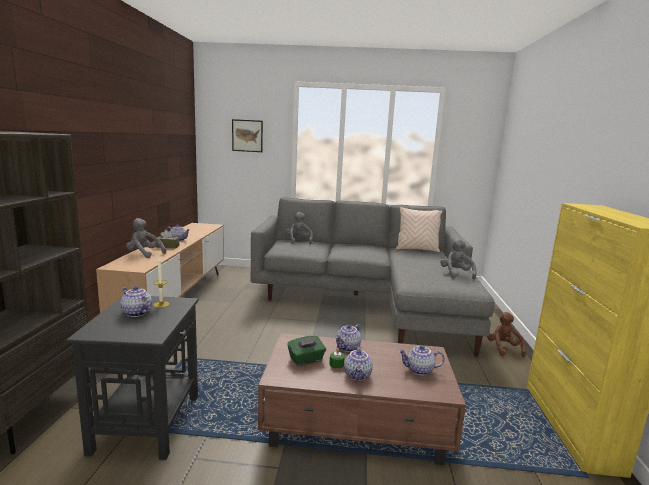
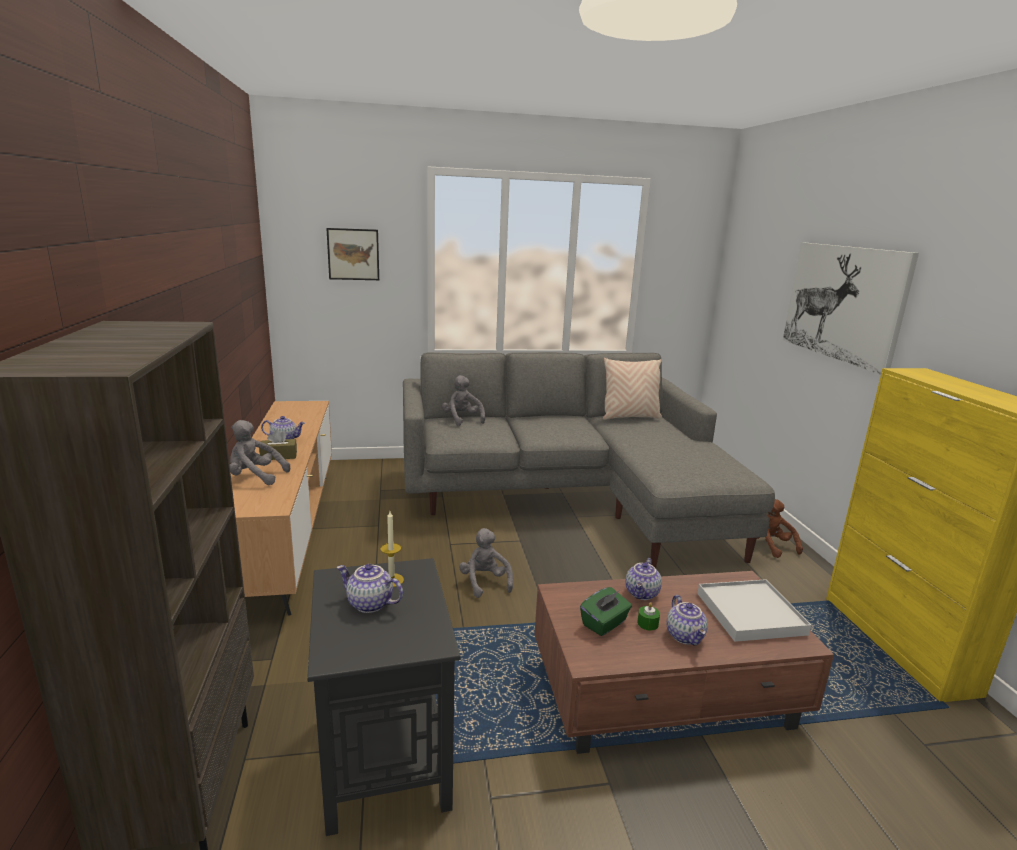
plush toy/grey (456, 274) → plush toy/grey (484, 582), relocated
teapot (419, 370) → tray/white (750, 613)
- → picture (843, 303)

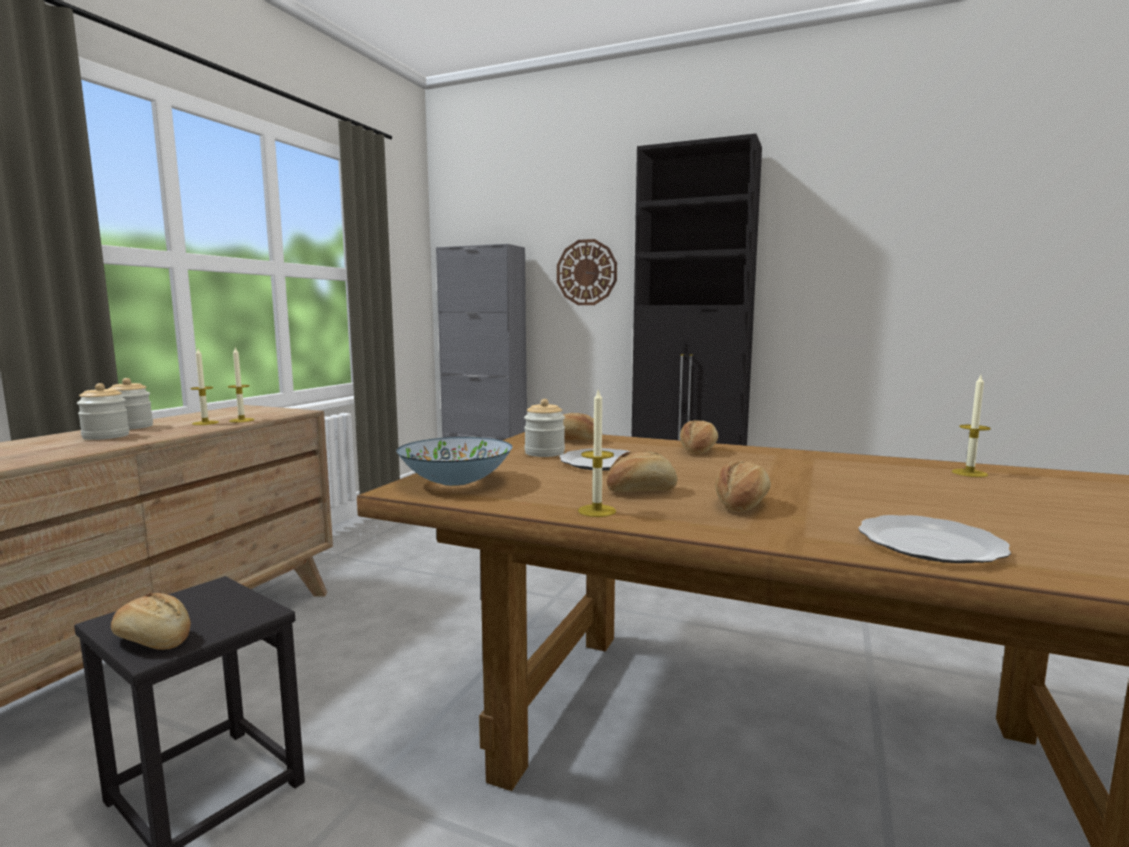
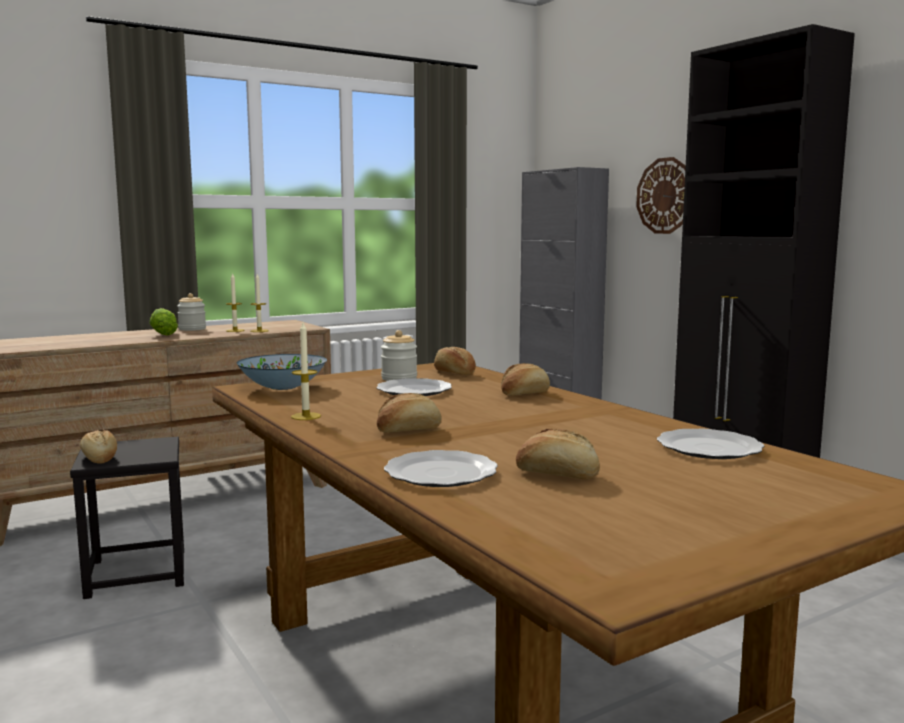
candle (969, 473) → plate (709, 448)
jar (106, 436) → lettuce (165, 333)
bread (641, 490) → bread (557, 474), relocated

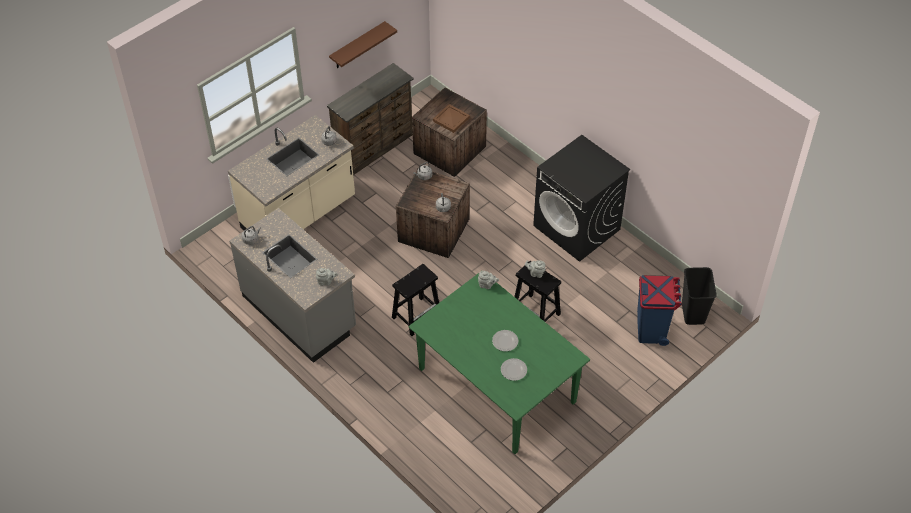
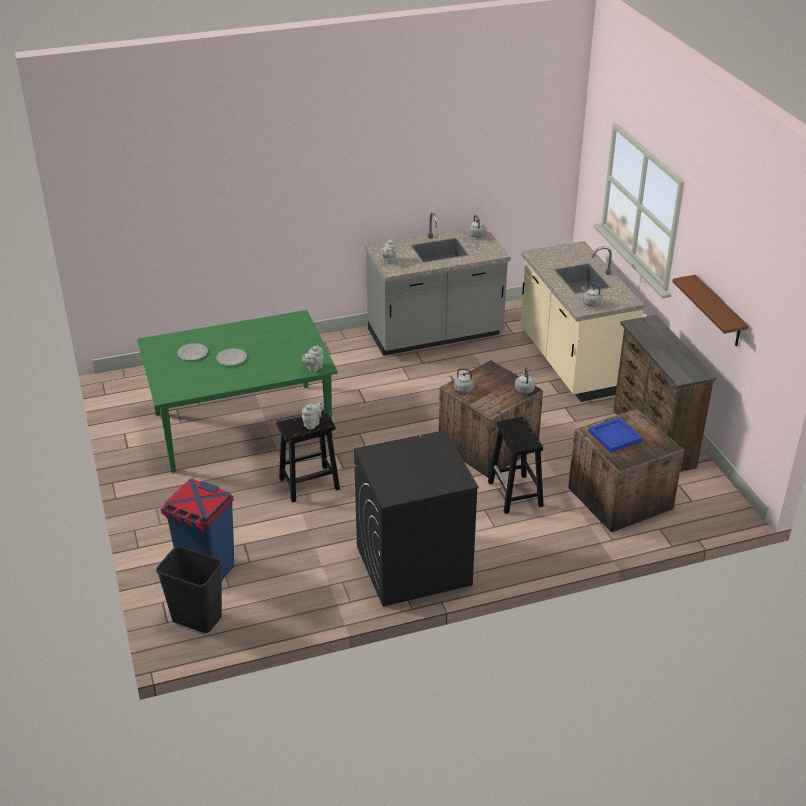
tray/brown (451, 119) → tray/blue (615, 437)
stool/black (417, 315) → stool/black (515, 494), relocated

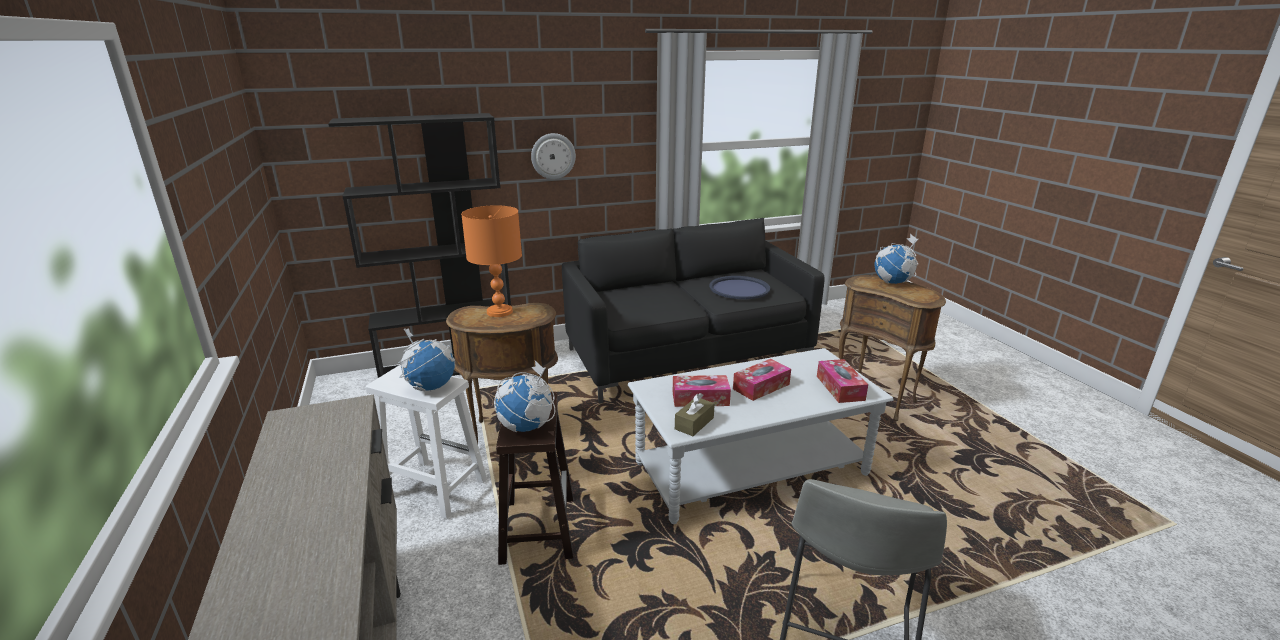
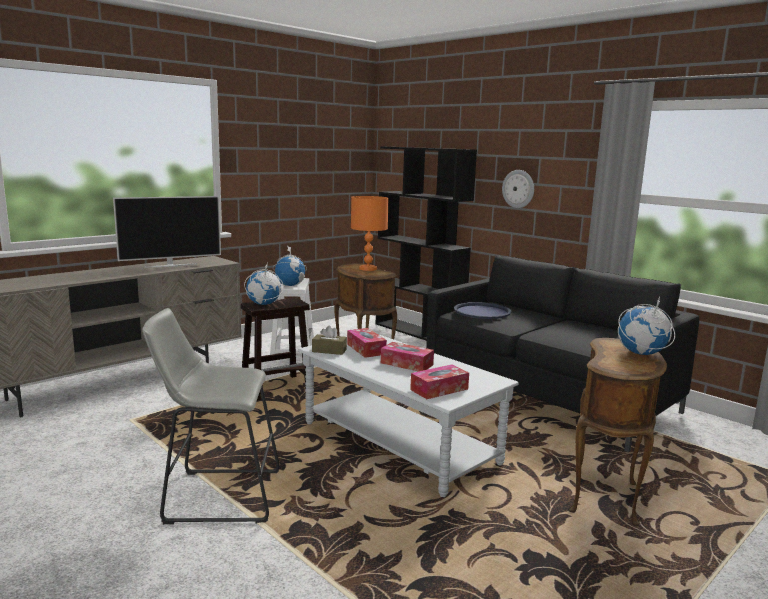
tray/blue (739, 288) → tray/blue (482, 311), relocated
- → television (171, 265)

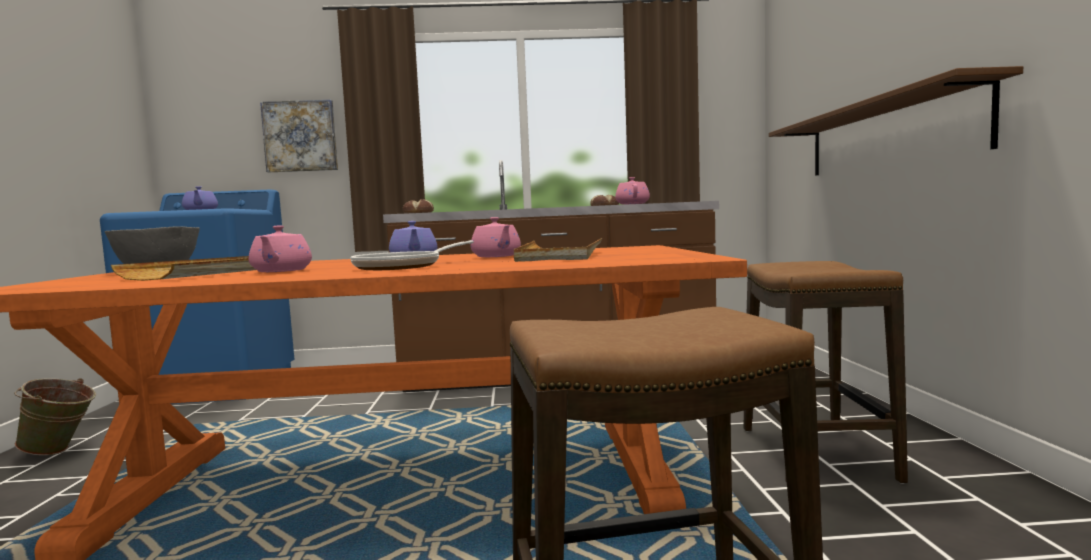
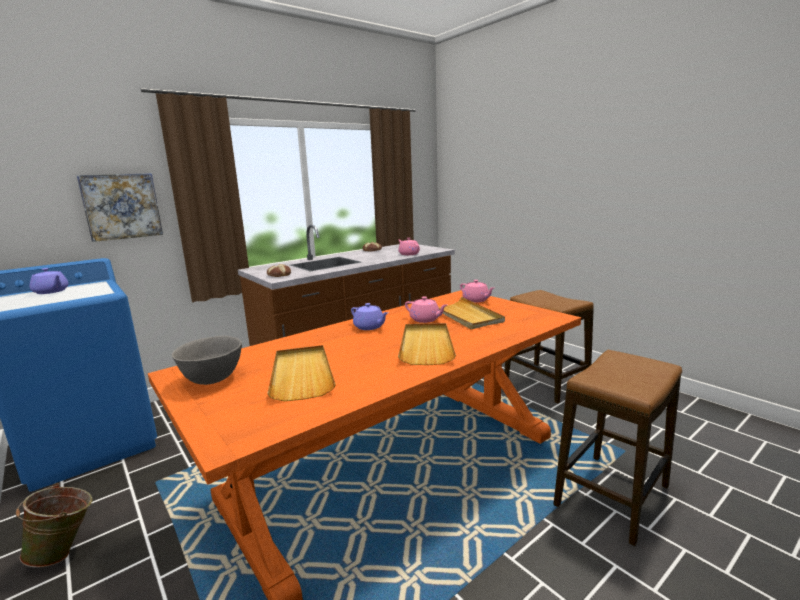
shelf/brown (886, 136) → -
teapot/pink (281, 271) → teapot/pink (476, 300), relocated
frying pan (404, 266) → tray/beige (426, 345)

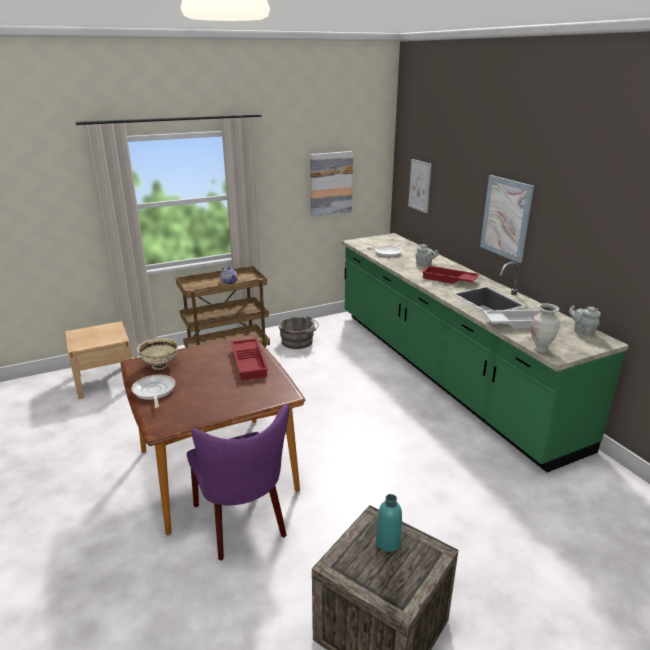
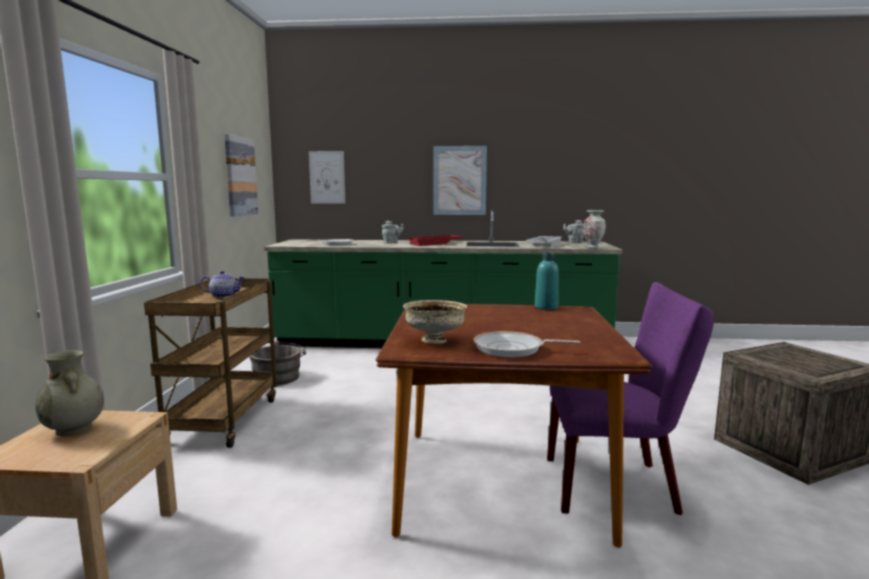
tray/red (250, 362) → -
bottle/turquoise (388, 542) → bottle/turquoise (546, 307), relocated
- → vase/beige (74, 429)

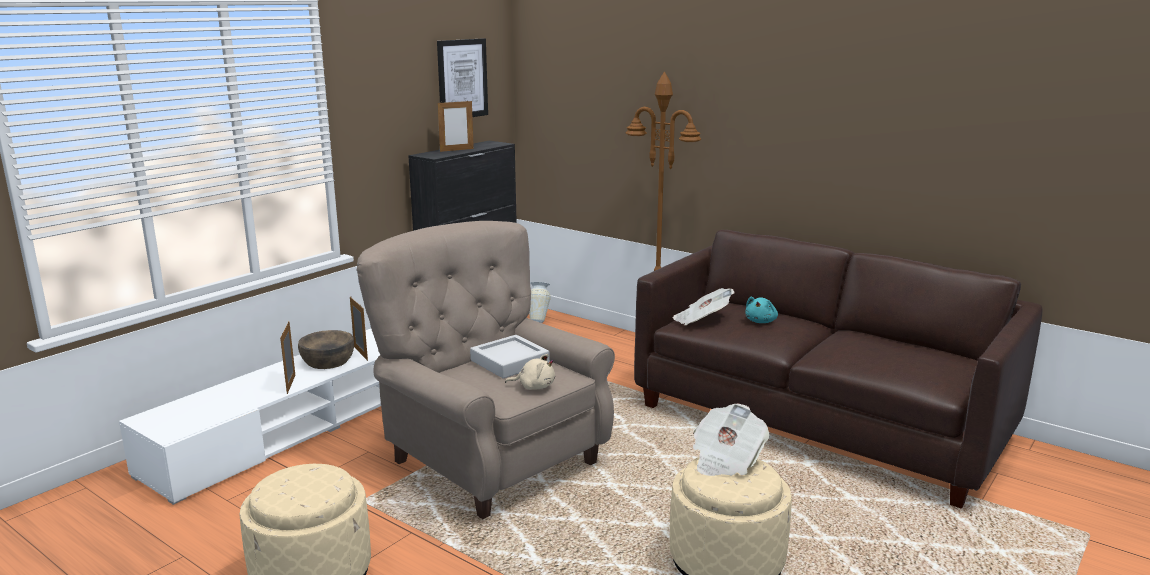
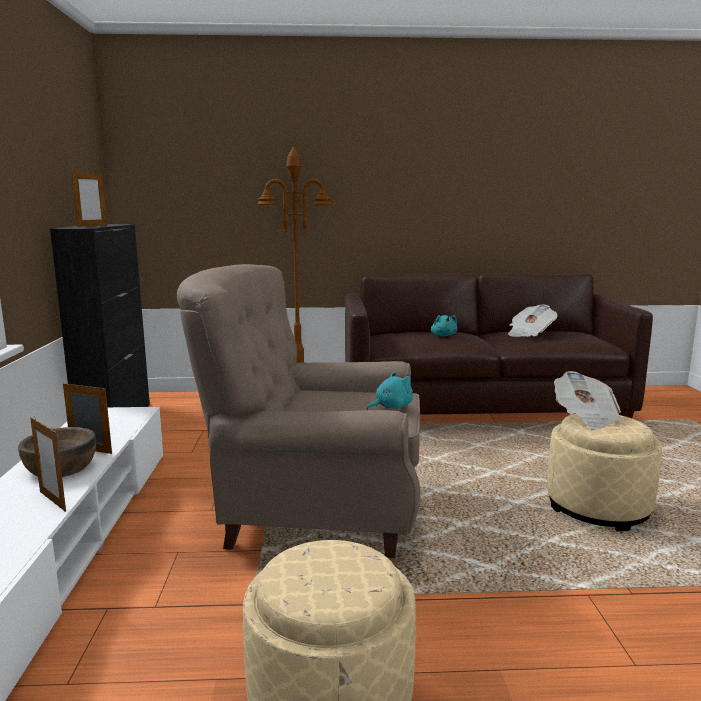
picture (462, 79) → -
vase (539, 320) → -
newspaper (701, 321) → newspaper (529, 334), relocated
tray/grey (509, 362) → -
plush toy/beige (534, 386) → plush toy/turquoise (391, 407)

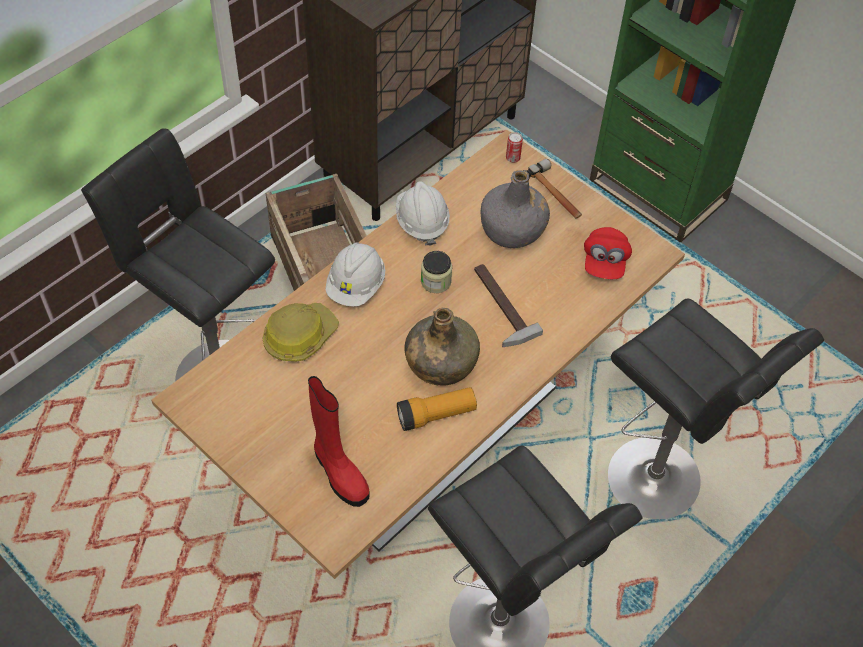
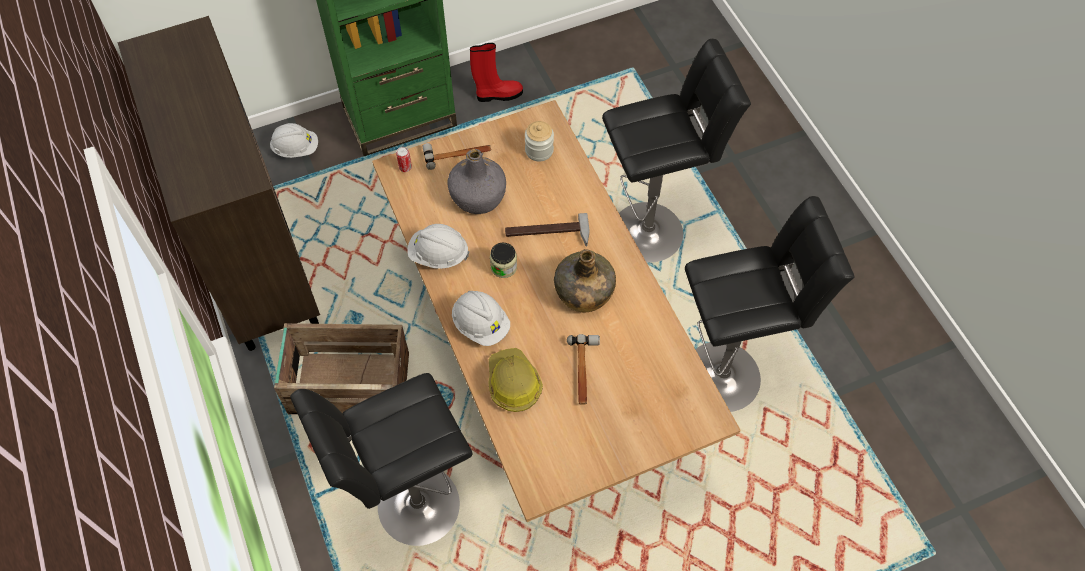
cap/red (604, 262) → jar (539, 150)
boot/red (339, 472) → boot/red (498, 95), relocated
flashlight (436, 415) → -
- → hard hat/white (296, 149)
- → hammer (583, 371)

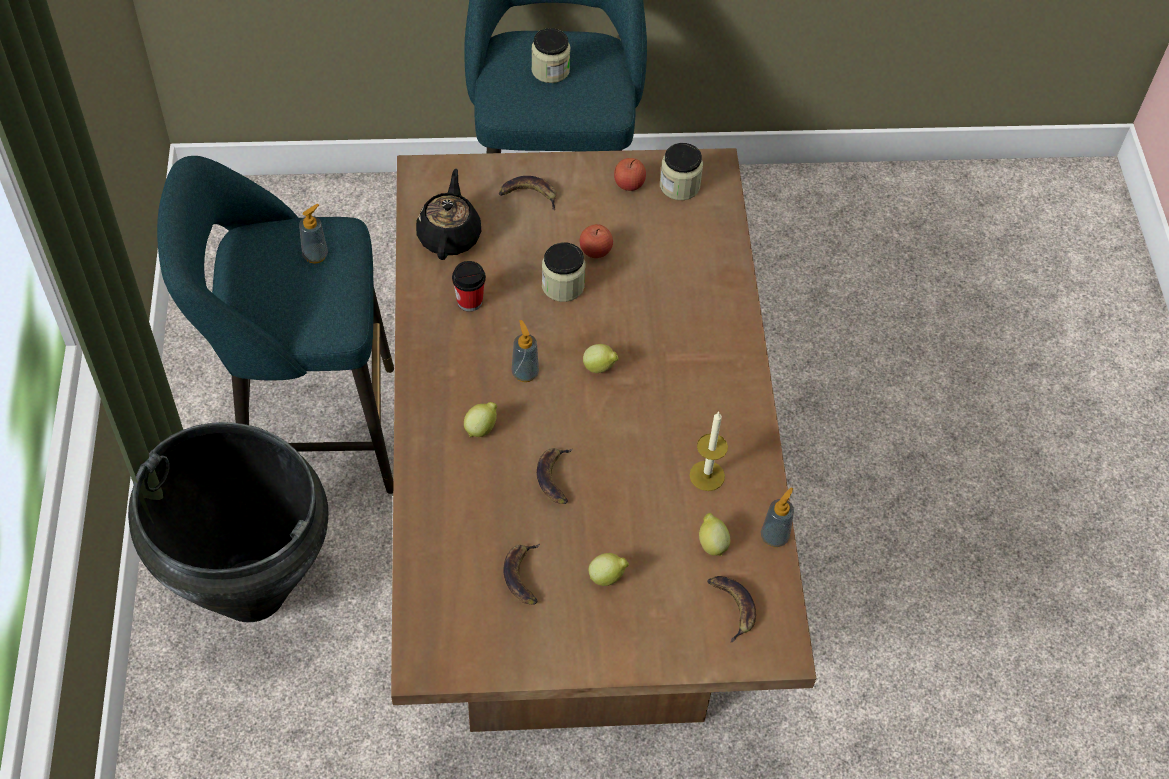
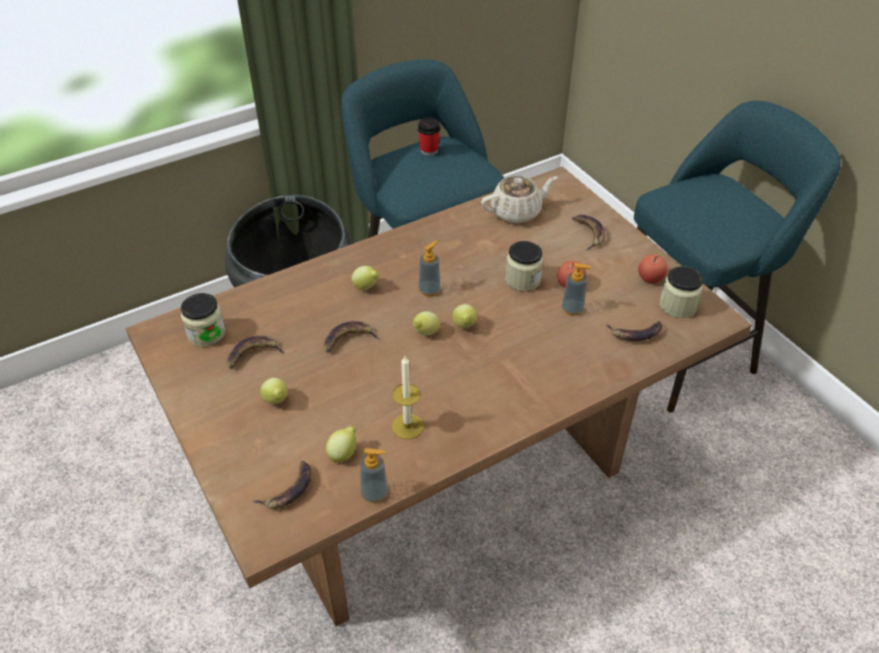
jar (550, 70) → jar (206, 333), relocated
teapot/black (449, 235) → teapot/beige (517, 212)
soap dispenser (315, 255) → soap dispenser (572, 309), relocated
cup (469, 301) → cup (429, 150), relocated
- → lemon (425, 333)
- → banana (636, 333)

